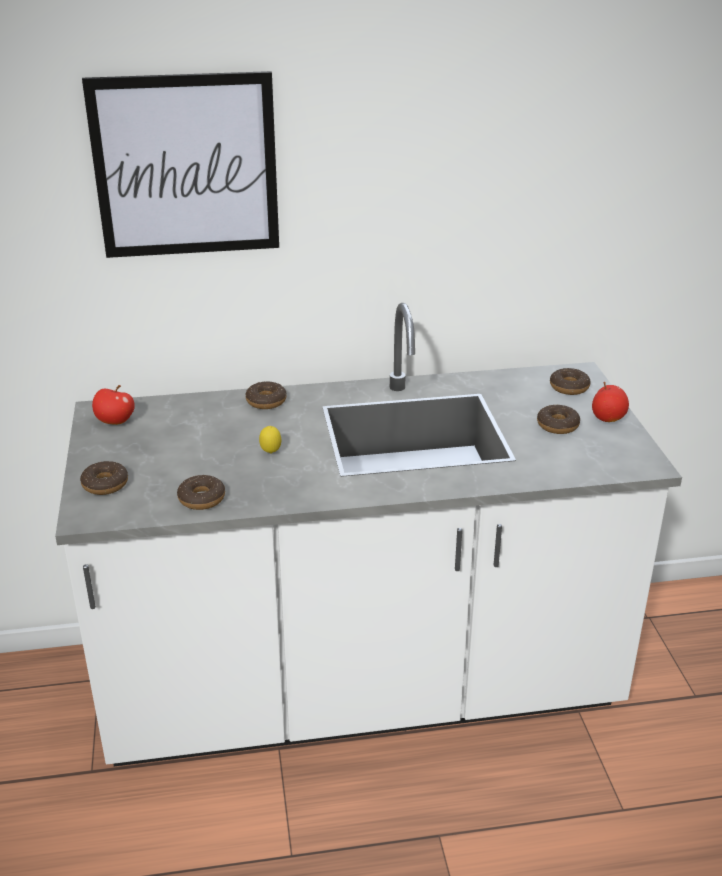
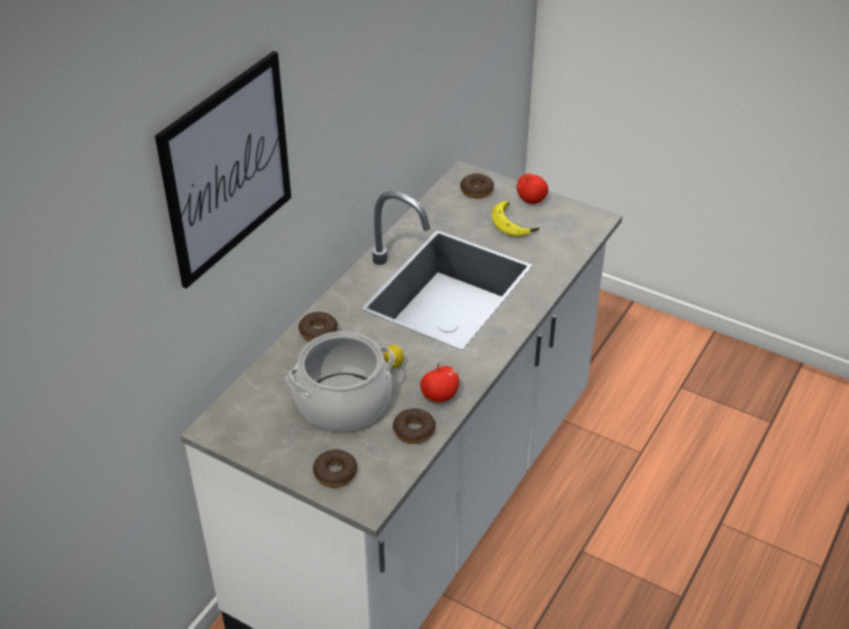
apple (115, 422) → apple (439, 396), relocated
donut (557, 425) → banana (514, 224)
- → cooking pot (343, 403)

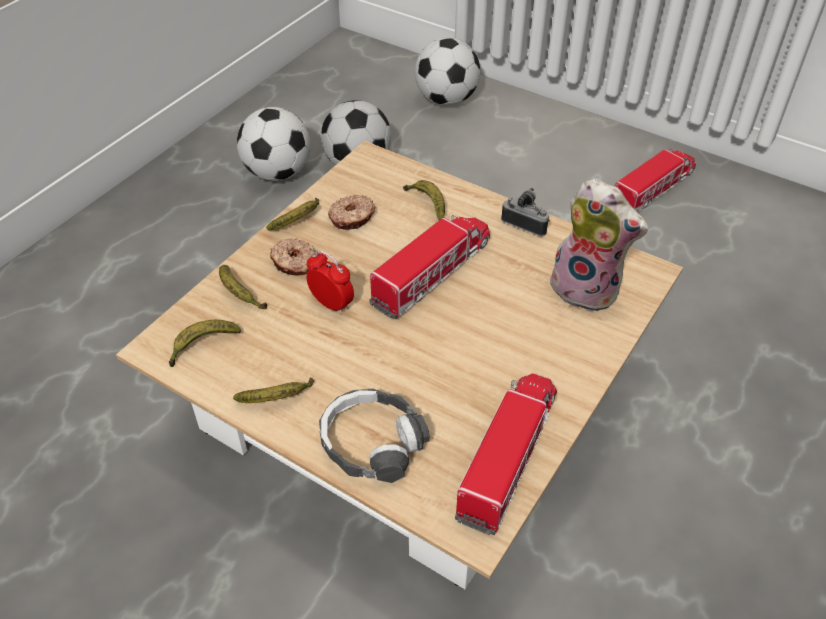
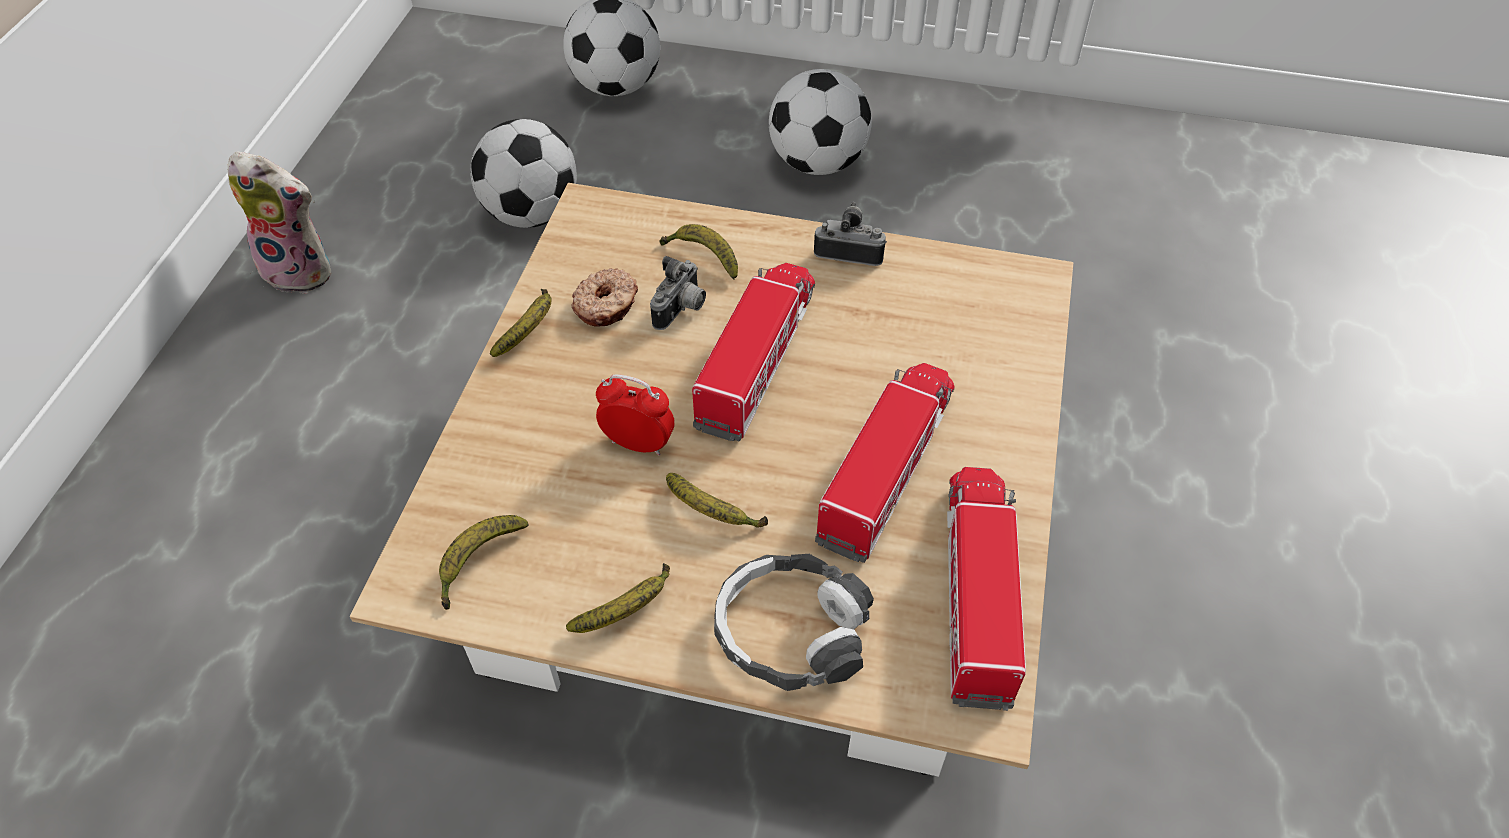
football (278, 173) → football (817, 163), relocated
toy truck (652, 190) → toy truck (887, 467), relocated
plush toy (587, 289) → plush toy (302, 270), relocated
donut (294, 263) → -
banana (239, 294) → banana (712, 512), relocated
- → photo camera (682, 310)

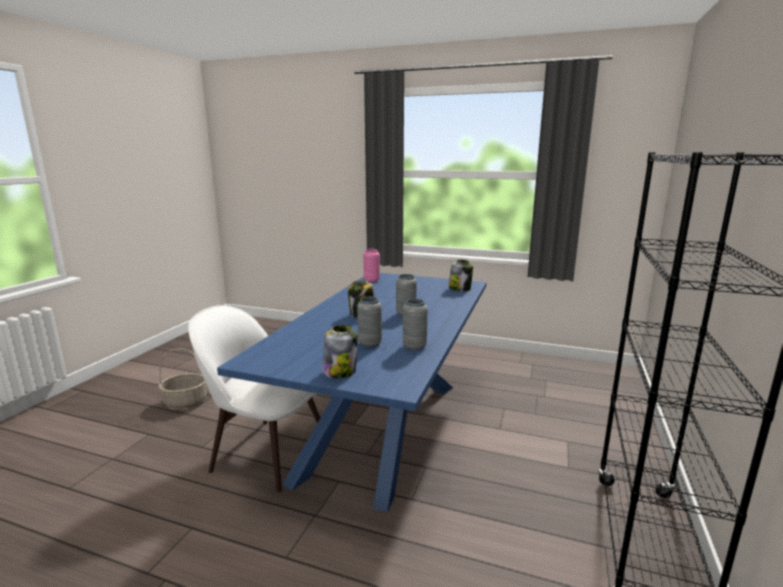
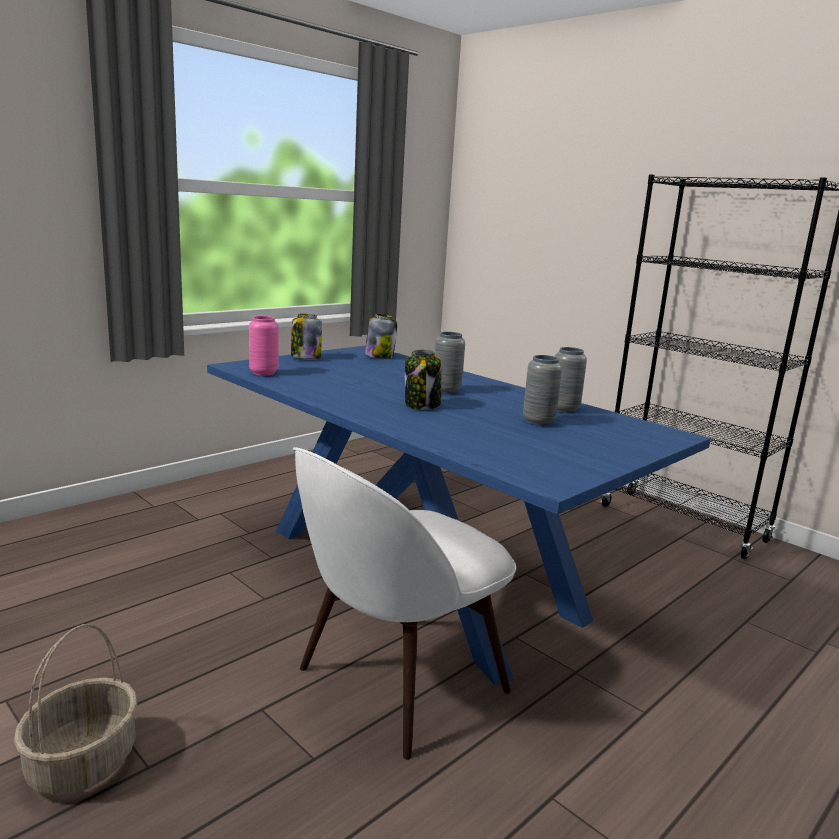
jar (340, 371) → jar (305, 357), relocated

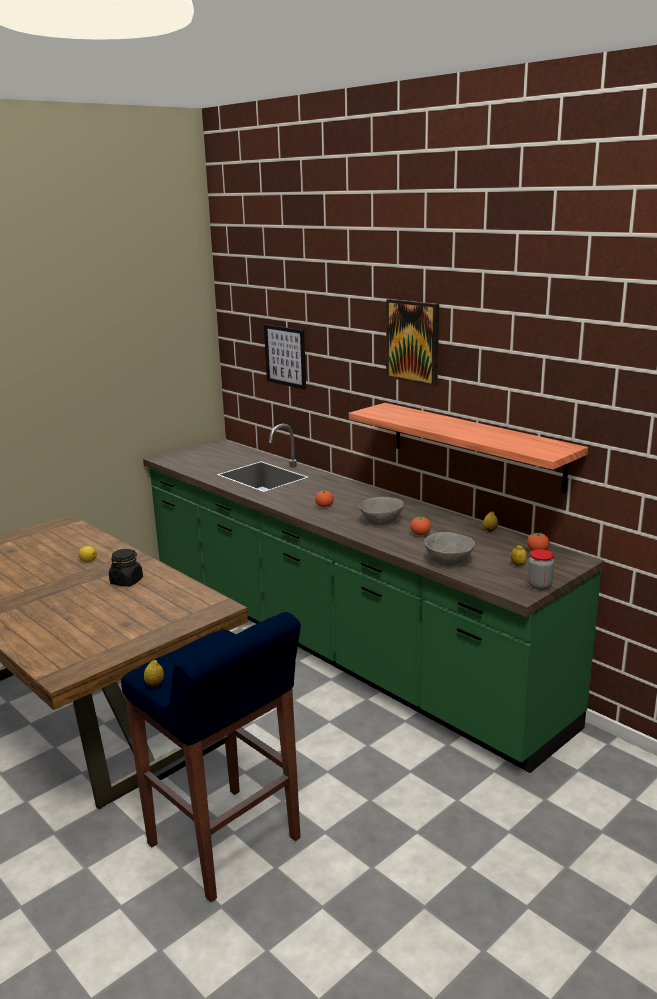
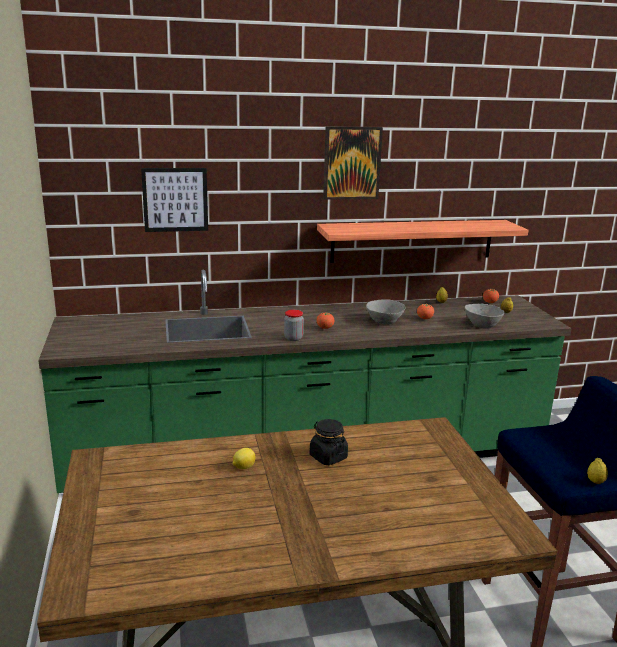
jar (539, 585) → jar (293, 338), relocated

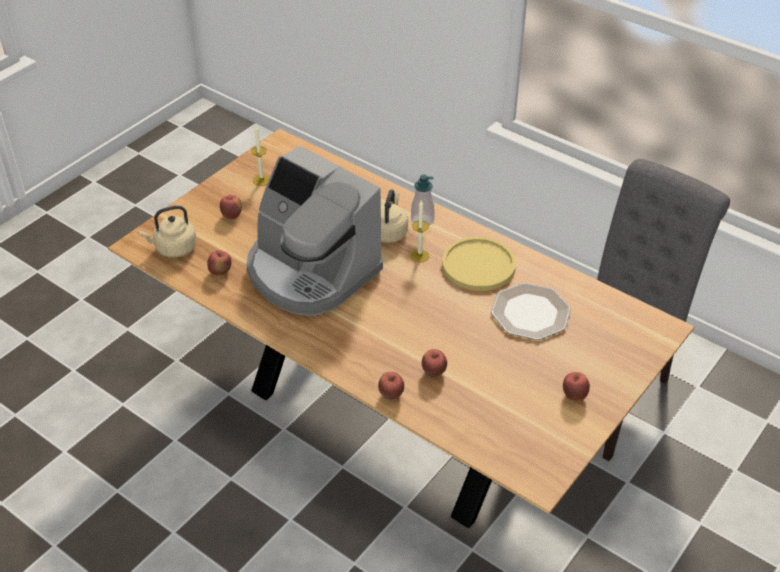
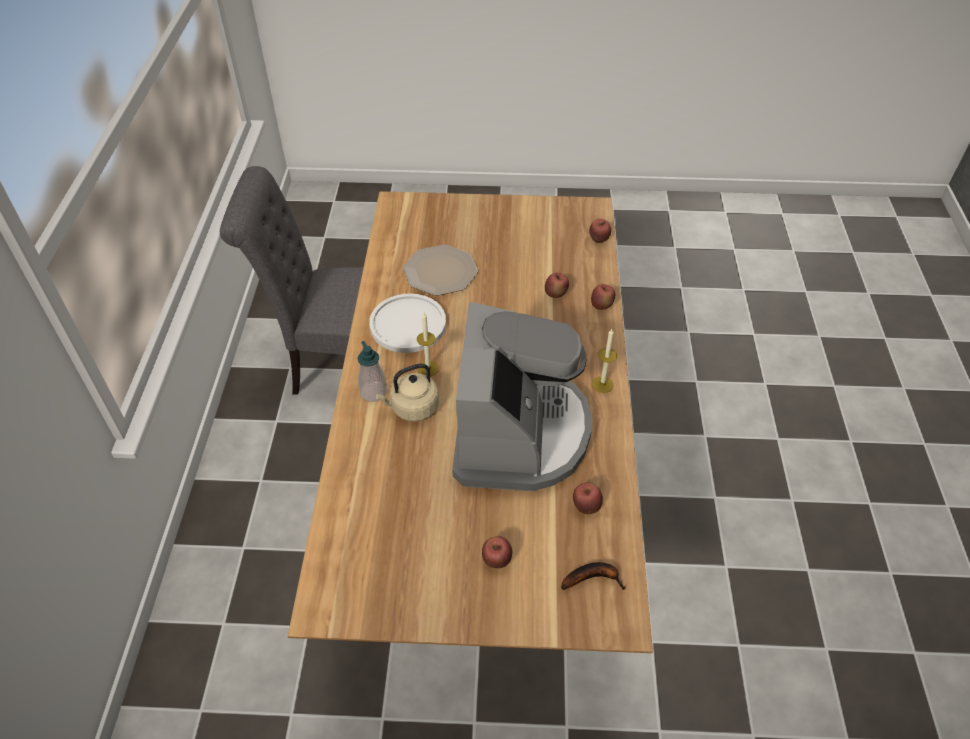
candle (261, 180) → candle (602, 384), relocated
kettle/beige (174, 248) → banana (593, 578)
plate/yellow (478, 265) → plate/white (408, 324)
apple (574, 395) → apple (598, 240), relocated

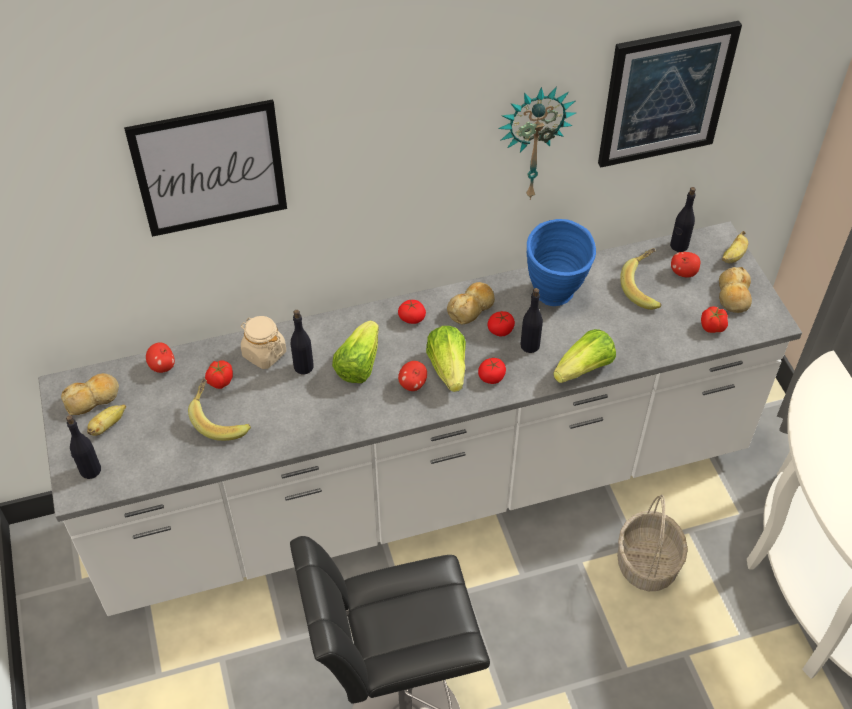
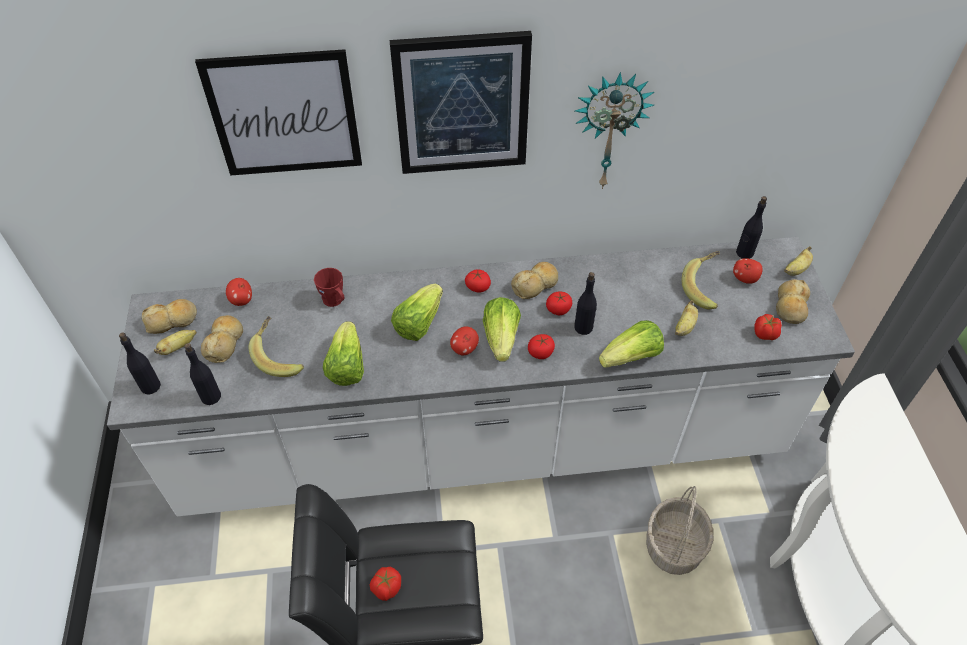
picture (665, 94) → picture (462, 104), relocated
vase/blue (555, 299) → -
bottle/black (303, 366) → bottle/black (211, 396), relocated
jar/beige (264, 353) → mug/red (335, 301)
tomato (220, 381) → tomato (386, 588), relocated
- → banana (684, 327)
- → bread (225, 342)
- → lettuce (347, 366)

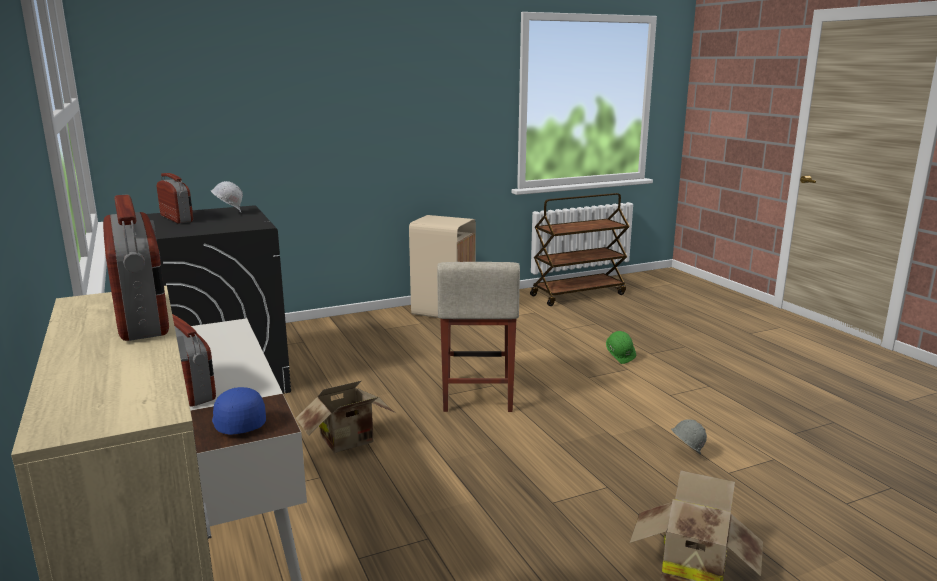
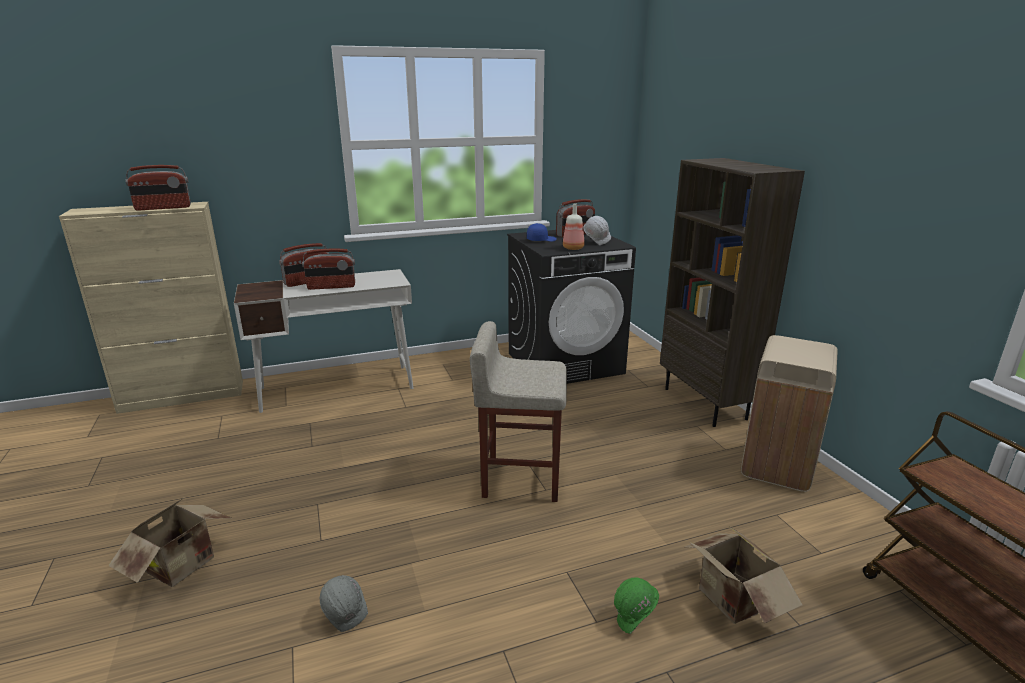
cardboard box (349, 442) → cardboard box (731, 602), relocated
cap/blue (237, 422) → cap/blue (541, 240), relocated
- → bookcase/brown (706, 403)
- → bottle (574, 248)
- → radio (331, 287)

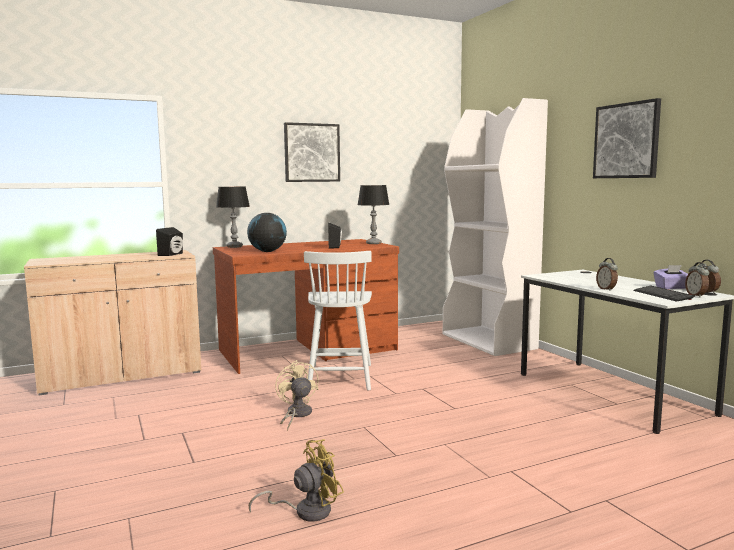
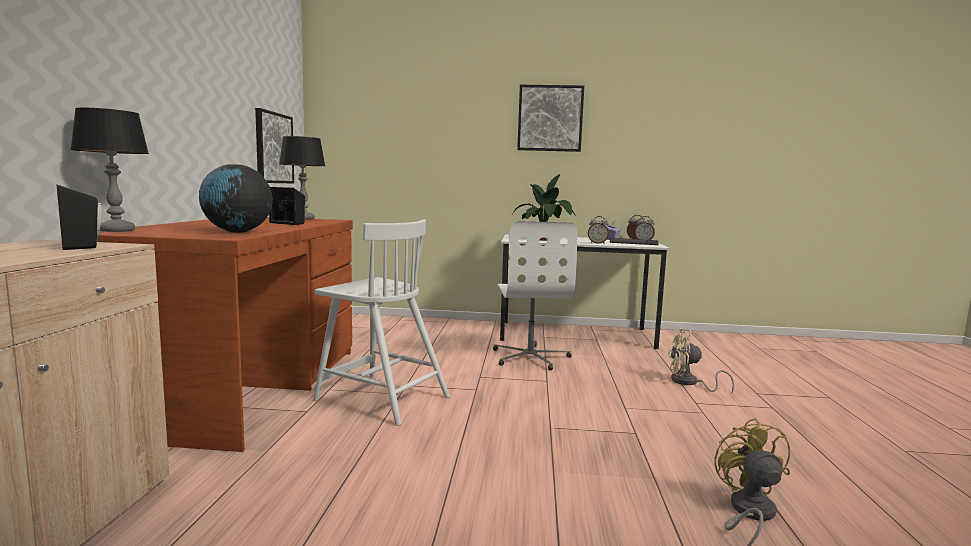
bookcase/white (489, 341) → -
picture (312, 152) → picture (273, 148), relocated
fan/beige (296, 415) → fan/beige (689, 383), relocated
- → potted plant (545, 239)
- → office chair/white (530, 357)

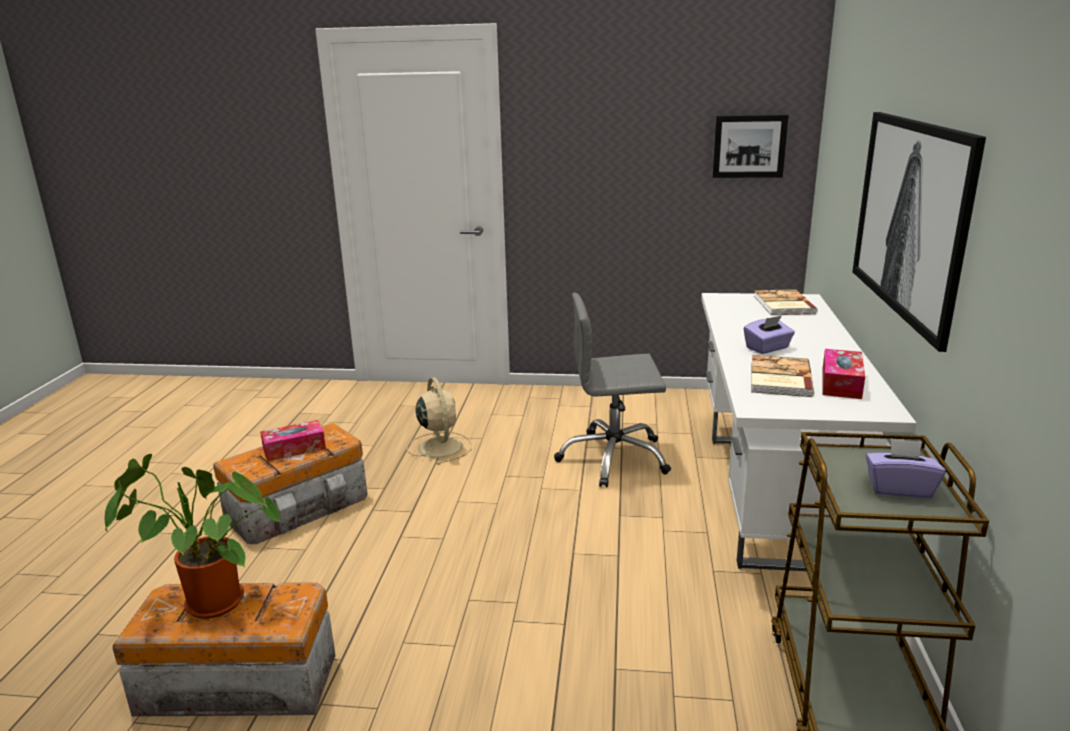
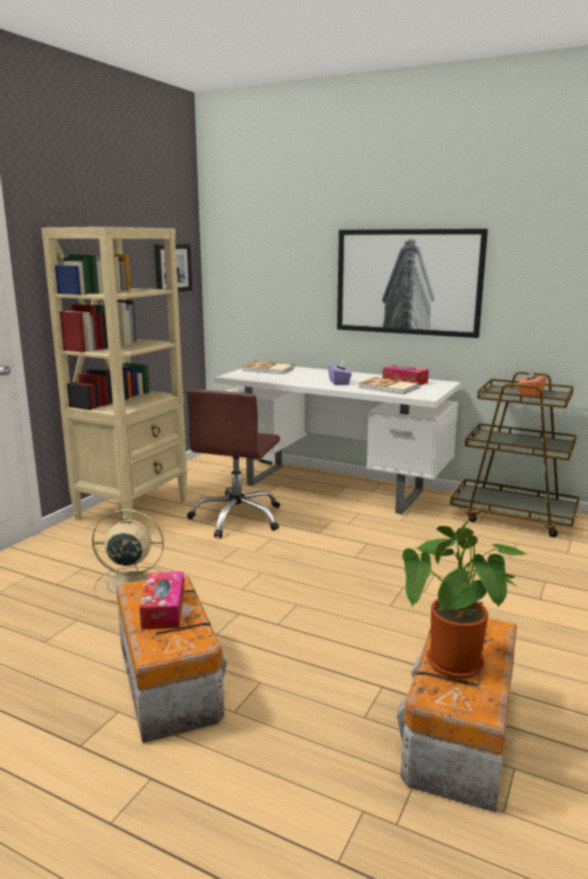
office chair/grey (613, 458) → office chair/brown (238, 518)
tissue box/purple (899, 488) → tissue box/orange (530, 394)
- → bookcase/beige (133, 509)

